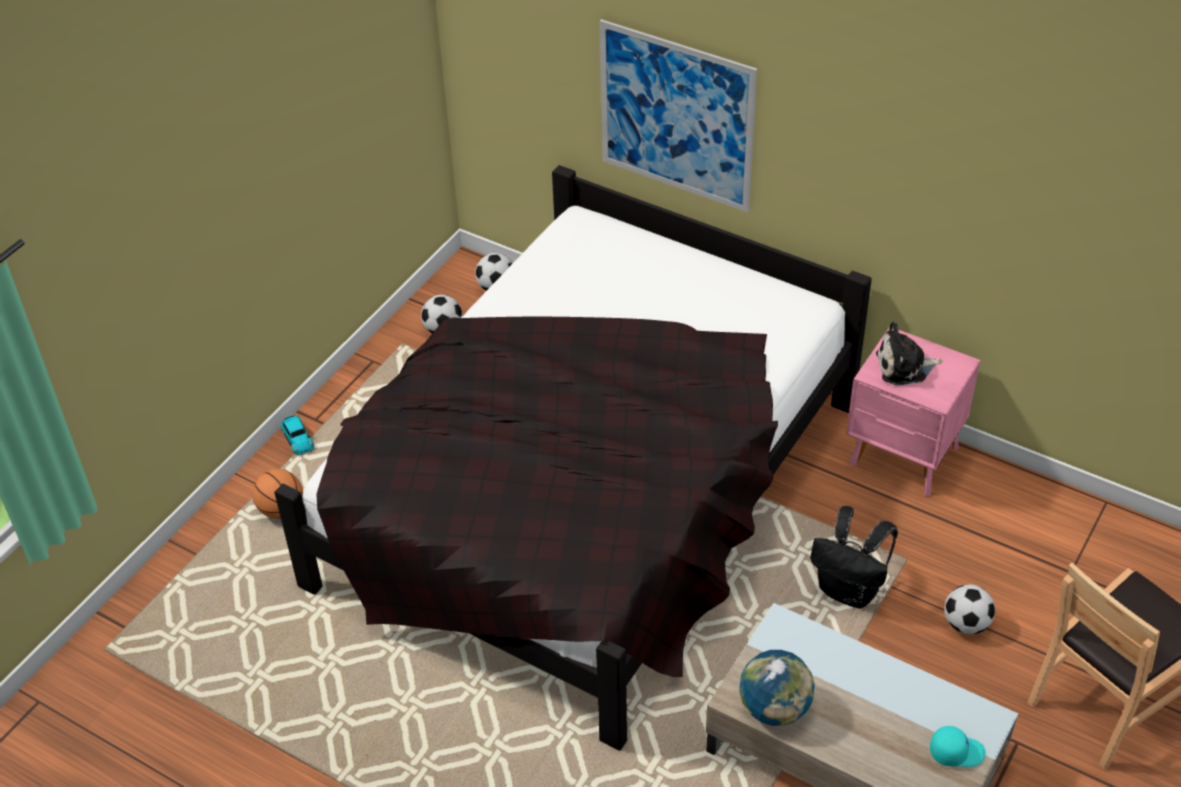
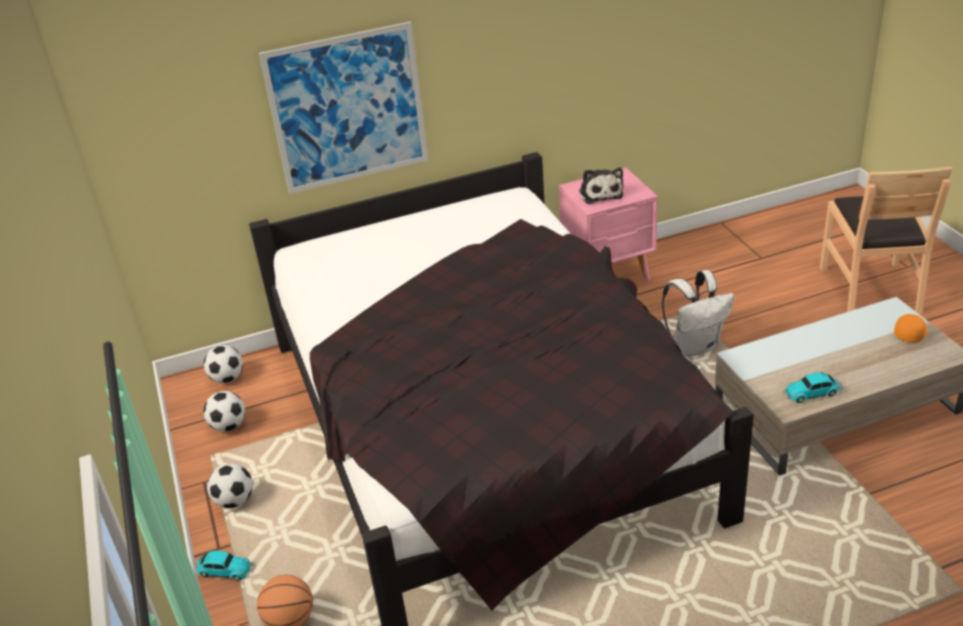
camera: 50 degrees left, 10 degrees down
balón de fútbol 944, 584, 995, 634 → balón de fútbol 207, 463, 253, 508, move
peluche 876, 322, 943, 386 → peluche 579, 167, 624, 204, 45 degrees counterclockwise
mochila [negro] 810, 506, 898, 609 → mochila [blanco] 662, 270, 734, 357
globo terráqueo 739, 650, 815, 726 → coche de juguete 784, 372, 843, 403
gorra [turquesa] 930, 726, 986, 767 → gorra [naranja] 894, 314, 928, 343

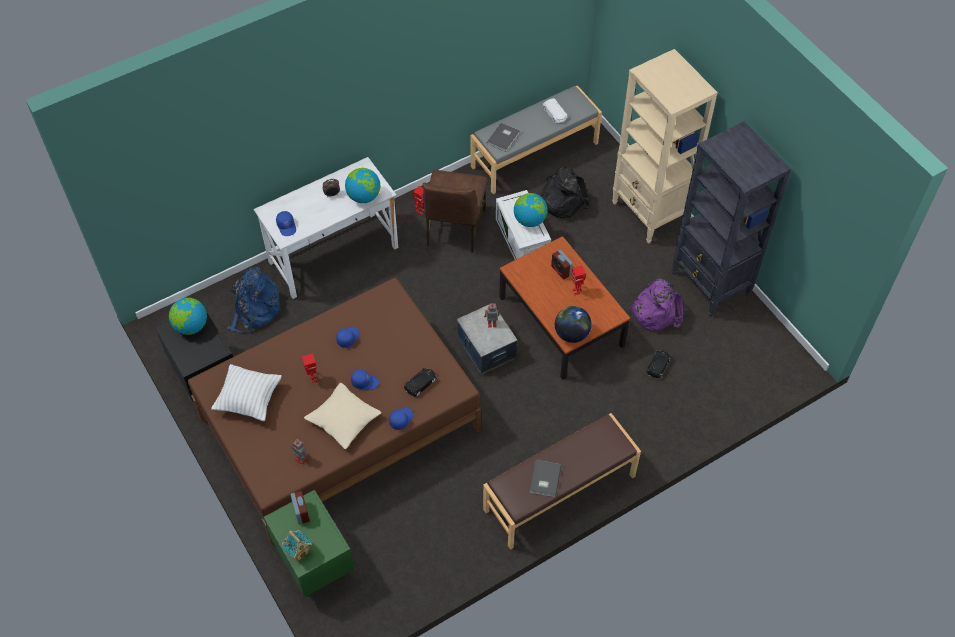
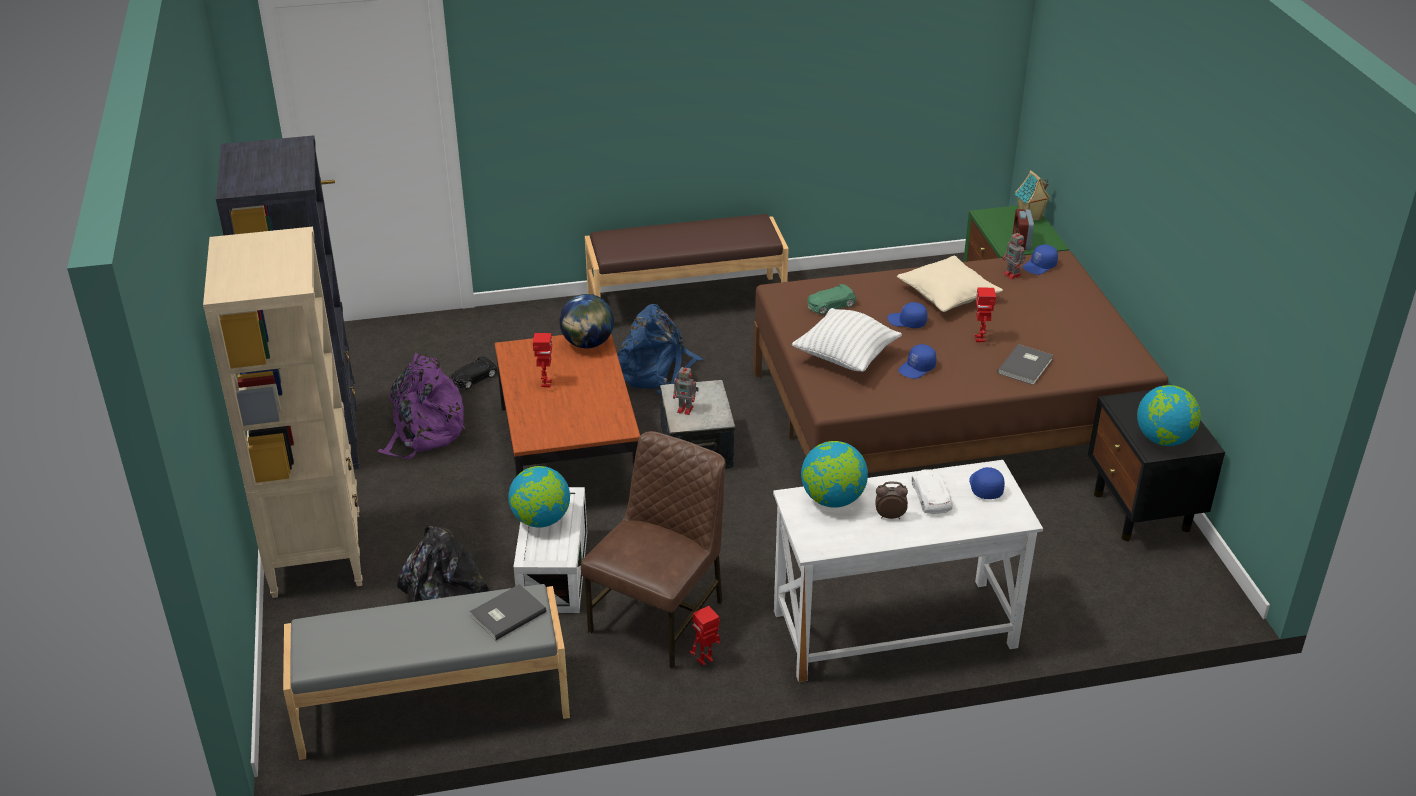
camera: 160 degrees left, 20 degrees down
mochila [azul] 227, 267, 281, 334 → mochila [azul] 617, 304, 703, 395, move
cojín [blanco] 211, 364, 282, 421 → cojín [blanco] 792, 308, 902, 372, move
coche de juguete [negro] 404, 368, 437, 397 → coche de juguete [verde] 807, 284, 856, 315
coche de juguete [blanco] 543, 98, 567, 123 → coche de juguete [blanco] 912, 469, 953, 514, move
libro [gris] 529, 460, 561, 497 → libro [gris] 997, 344, 1053, 385, move
gorra [azul] 389, 407, 413, 430 → gorra [azul] 1023, 245, 1058, 275, move
despertador 551, 250, 573, 279 → -

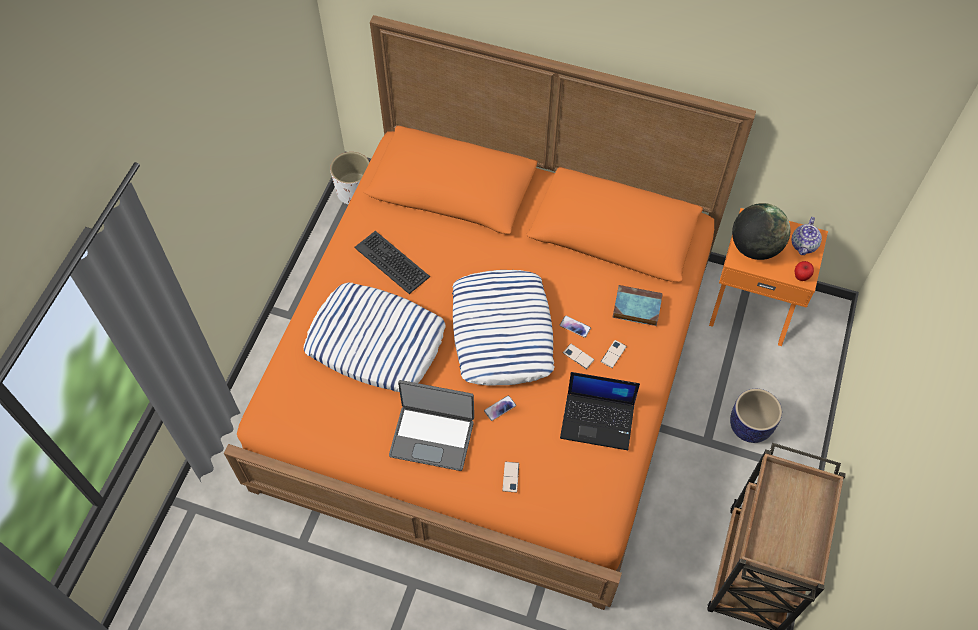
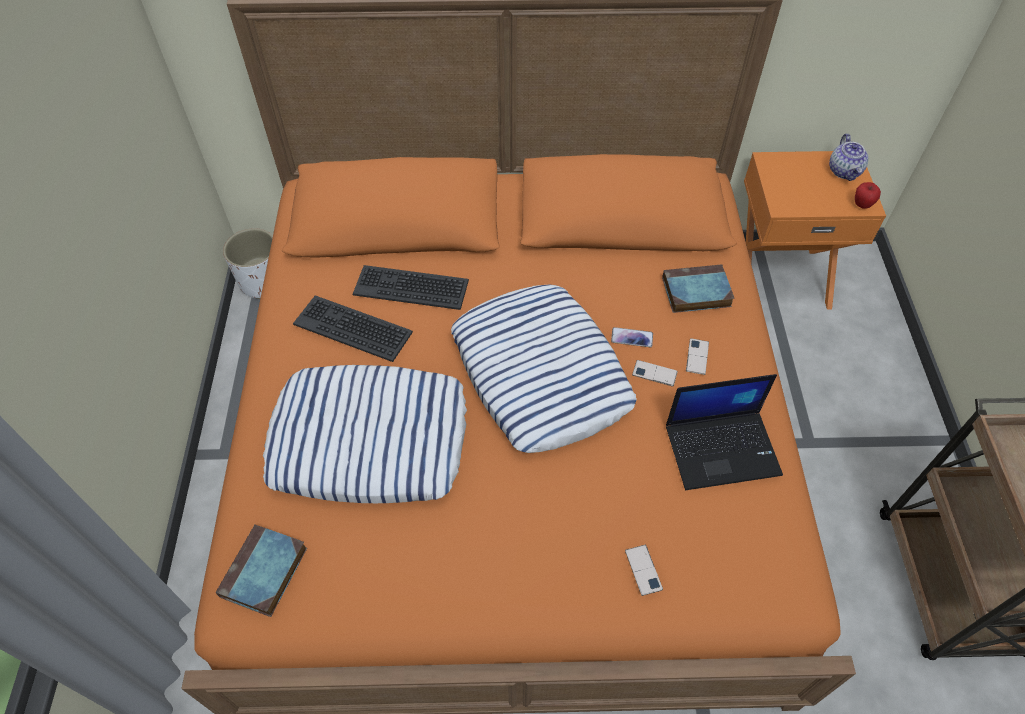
camera: 20 degrees left, 5 degrees down
- → libro 215, 524, 307, 617
- → teclado 352, 265, 469, 310
portátil 389, 380, 474, 471 → -
móvil 484, 395, 516, 421 → -
maceta 730, 389, 782, 443 → -
globo terráqueo 732, 203, 790, 260 → -

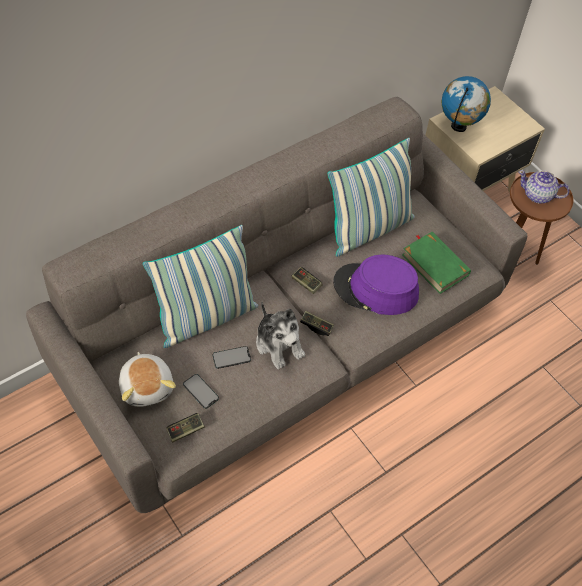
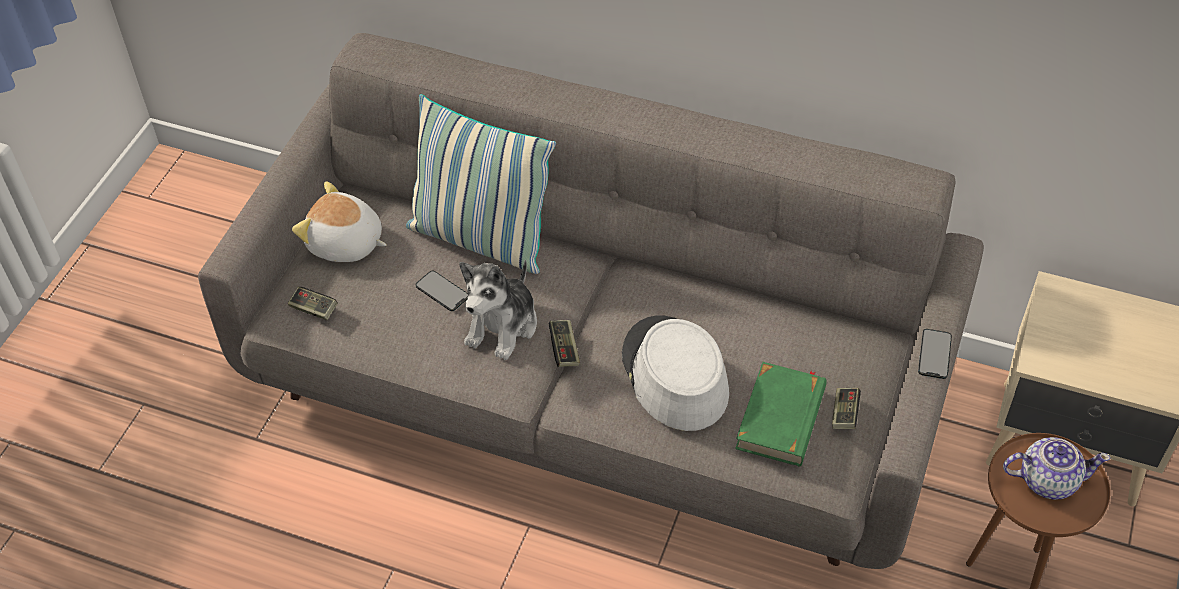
camera: 60 degrees right, 5 degrees down
peluche 119, 352, 176, 407 → peluche 292, 181, 387, 262, 75 degrees clockwise
sombrero [morado] 333, 255, 419, 315 → sombrero [gris] 622, 316, 729, 431
mando de consola 292, 267, 323, 294 → mando de consola 832, 388, 861, 429, move
móvil 183, 374, 219, 409 → móvil 918, 329, 952, 379, move
tetera 518, 170, 570, 203 → tetera 1003, 437, 1110, 500, 105 degrees clockwise
cojín 327, 138, 415, 257 → -
globo terráqueo 442, 76, 491, 132 → -

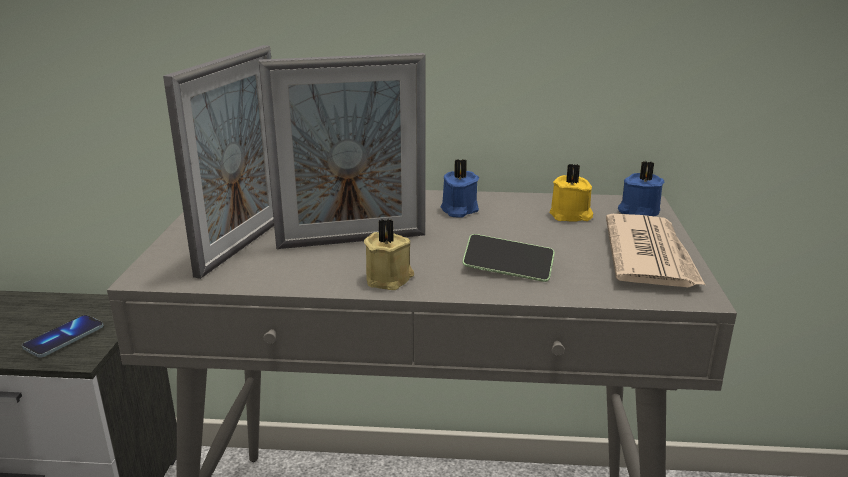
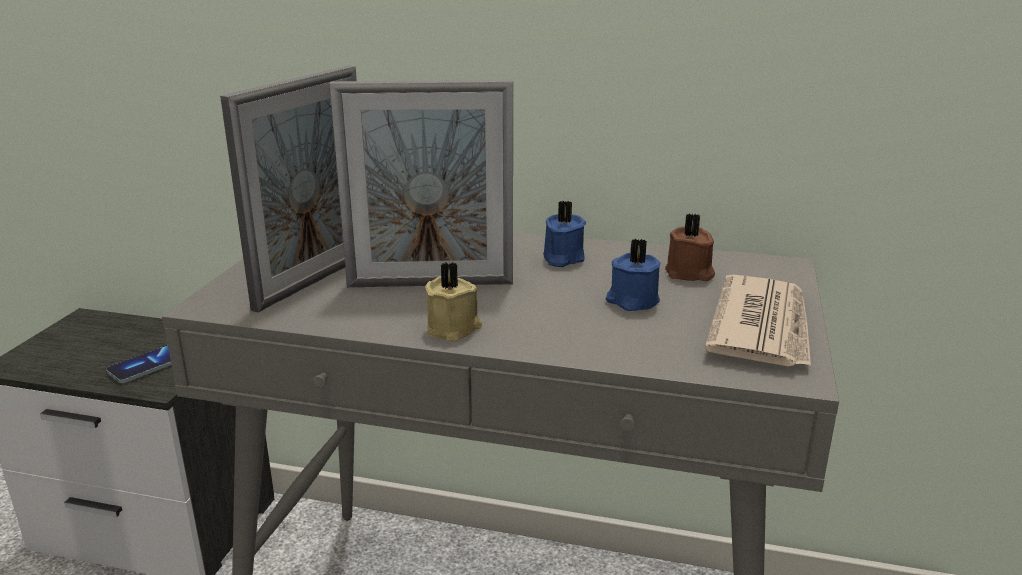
camera: 10 degrees right, 0 degrees up
vela [azul] 618, 161, 664, 216 → vela [azul] 606, 239, 661, 311, move
vela [amarillo] 549, 164, 593, 222 → vela [marrón] 665, 214, 715, 281
móvil 462, 234, 555, 282 → -

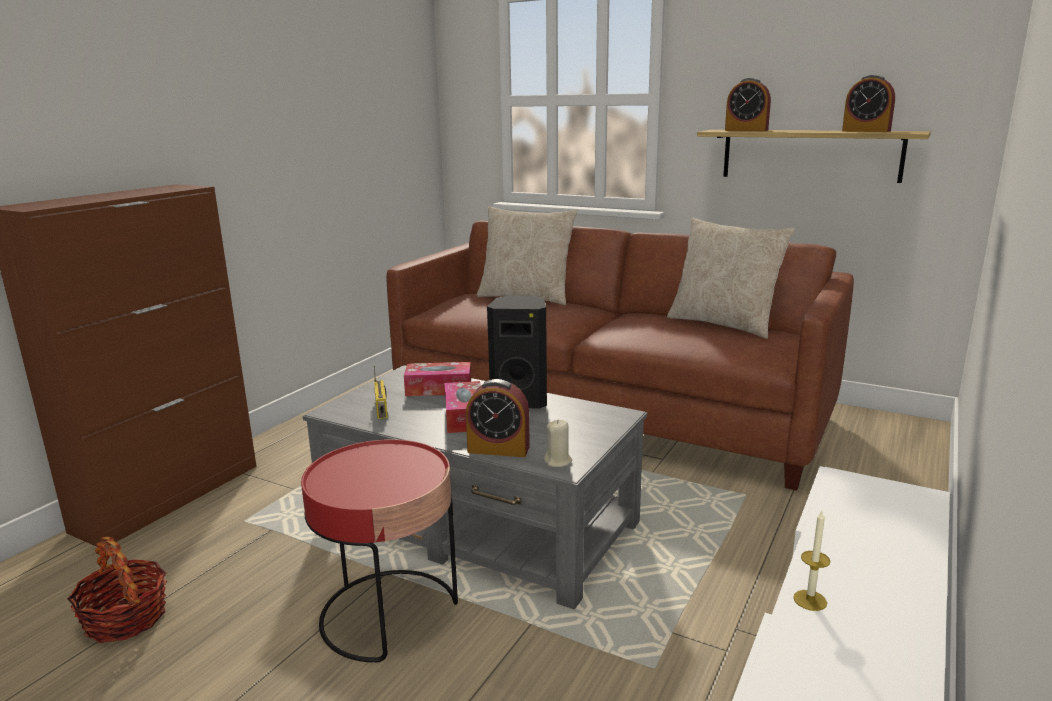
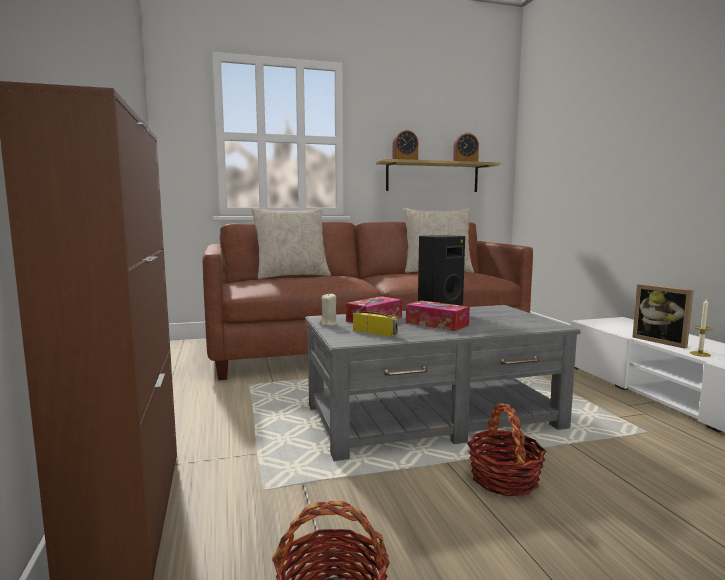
camera: 45 degrees left, 10 degrees down
vela [beis] 544, 420, 572, 467 → vela [beis] 319, 293, 338, 326, move
mesa auxiliar [rojo] 301, 439, 458, 663 → cesta 467, 403, 546, 496
- → portarretratos 632, 284, 694, 349
despertador 466, 379, 530, 457 → -

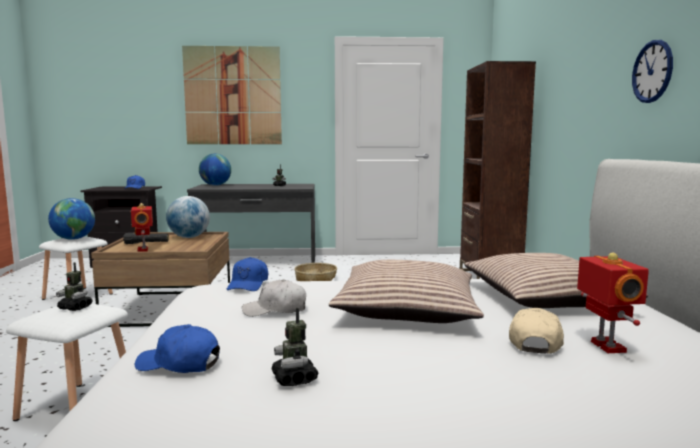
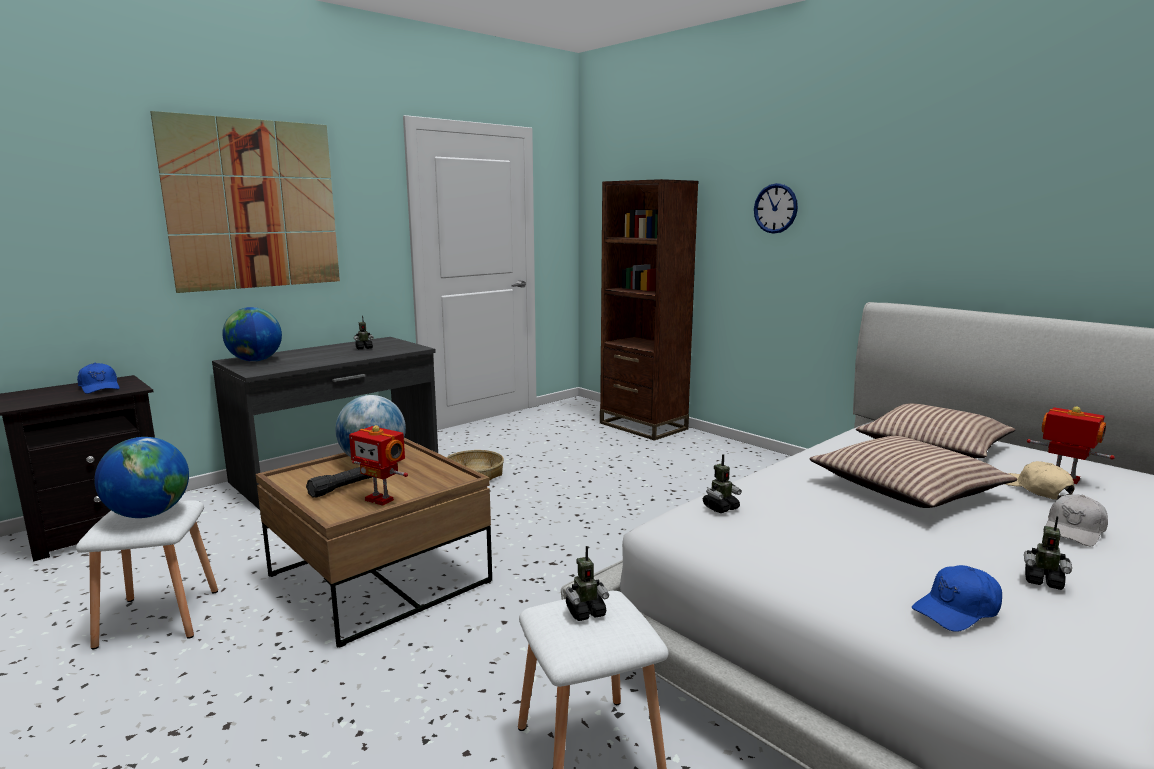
camera: 40 degrees left, 5 degrees up
gorra [azul] 226, 257, 268, 291 → robot de juguete 703, 454, 742, 513
reloj de pared 632, 40, 673, 103 → reloj de pared 754, 183, 798, 234, move
gorra [blanco] 242, 279, 306, 317 → gorra [blanco] 1043, 494, 1108, 547, move

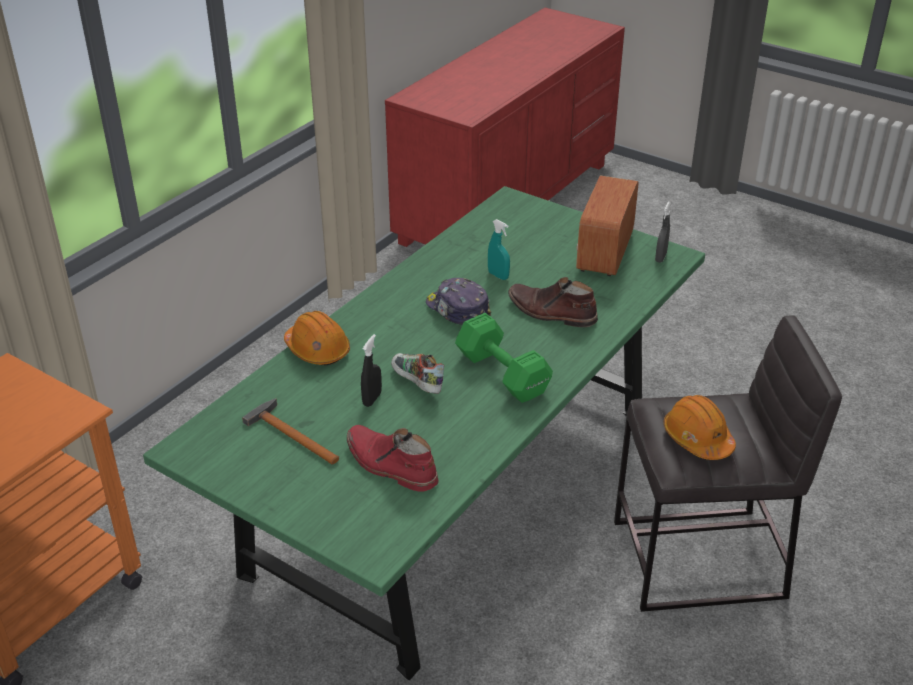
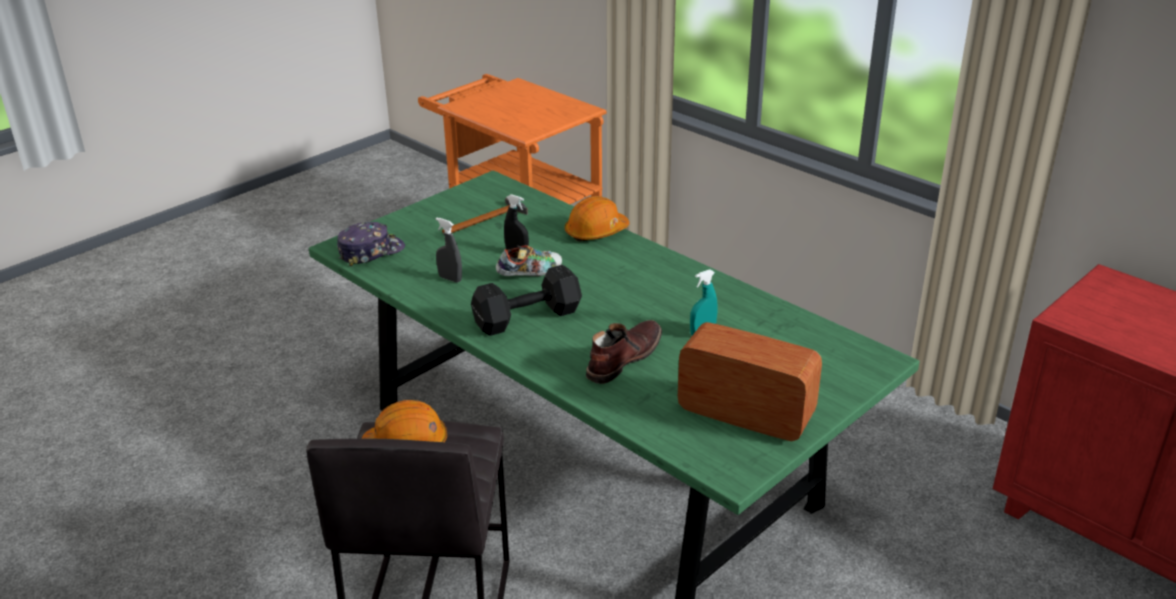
camera: 100 degrees right, 5 degrees down
gorra 426, 278, 491, 325 → gorra 337, 222, 405, 266, move
pulverizador [gris] 655, 202, 671, 262 → pulverizador [gris] 436, 218, 462, 283, move
mancuerna [verde] 455, 313, 553, 403 → mancuerna [negro] 471, 265, 582, 336
bota [rojo] 347, 425, 439, 491 → -

